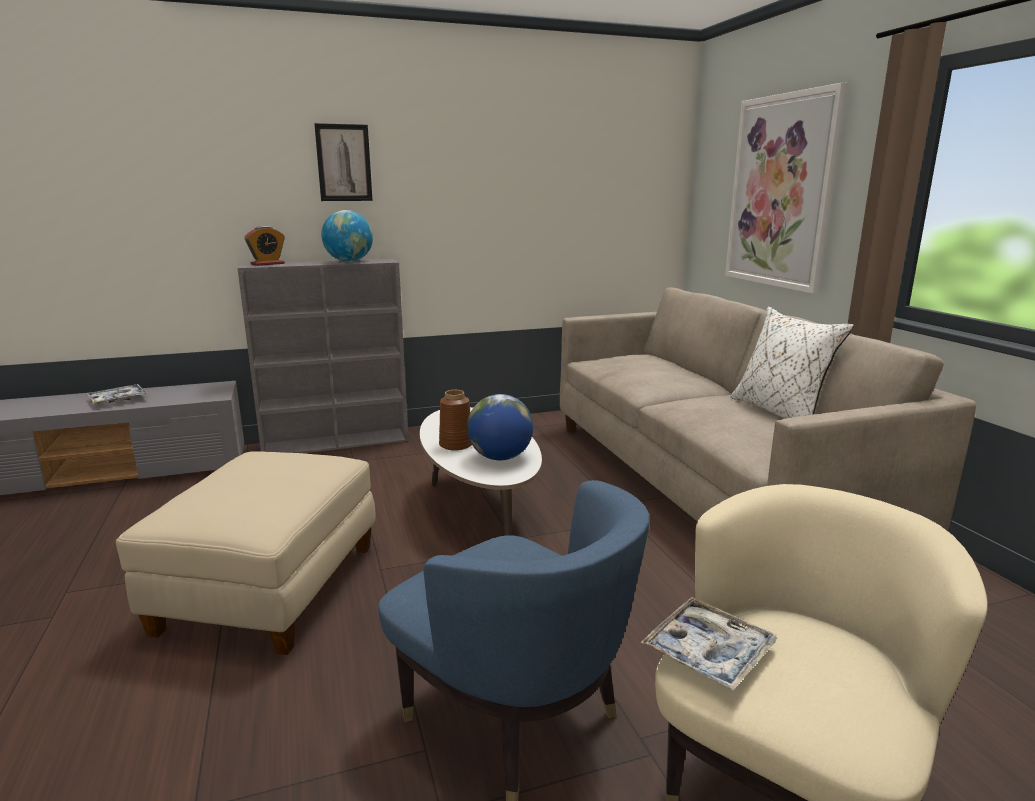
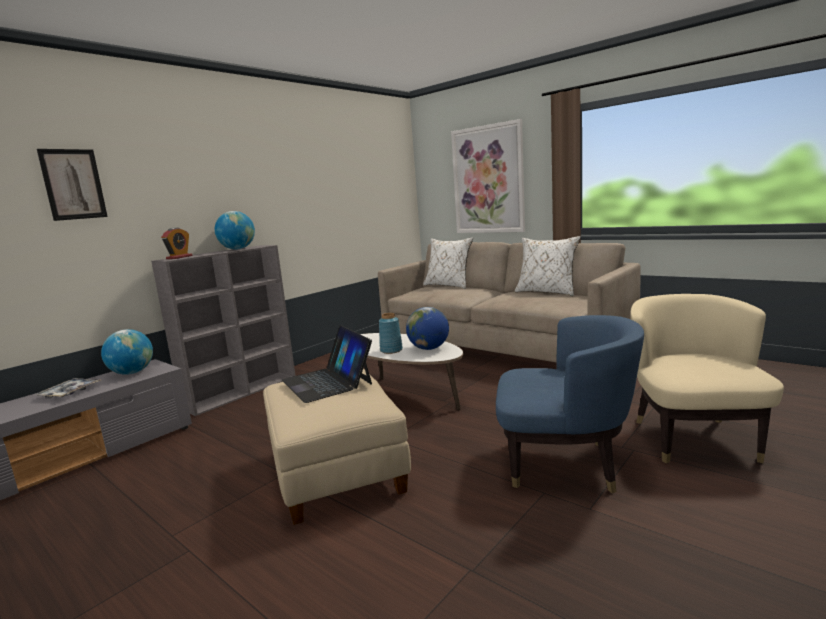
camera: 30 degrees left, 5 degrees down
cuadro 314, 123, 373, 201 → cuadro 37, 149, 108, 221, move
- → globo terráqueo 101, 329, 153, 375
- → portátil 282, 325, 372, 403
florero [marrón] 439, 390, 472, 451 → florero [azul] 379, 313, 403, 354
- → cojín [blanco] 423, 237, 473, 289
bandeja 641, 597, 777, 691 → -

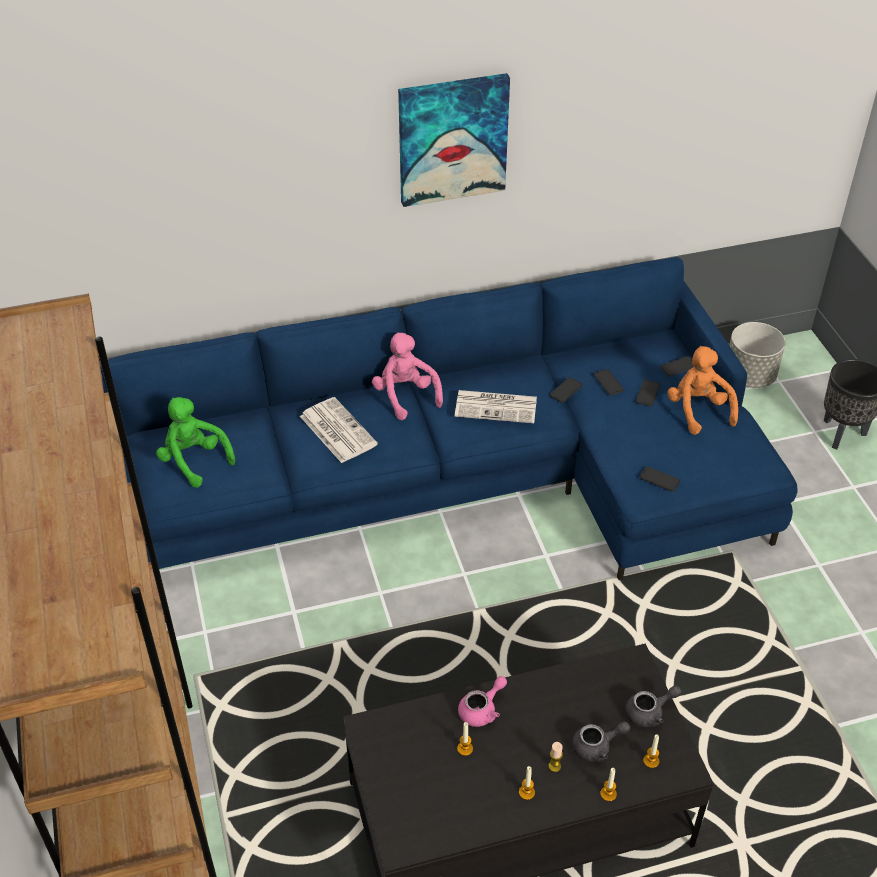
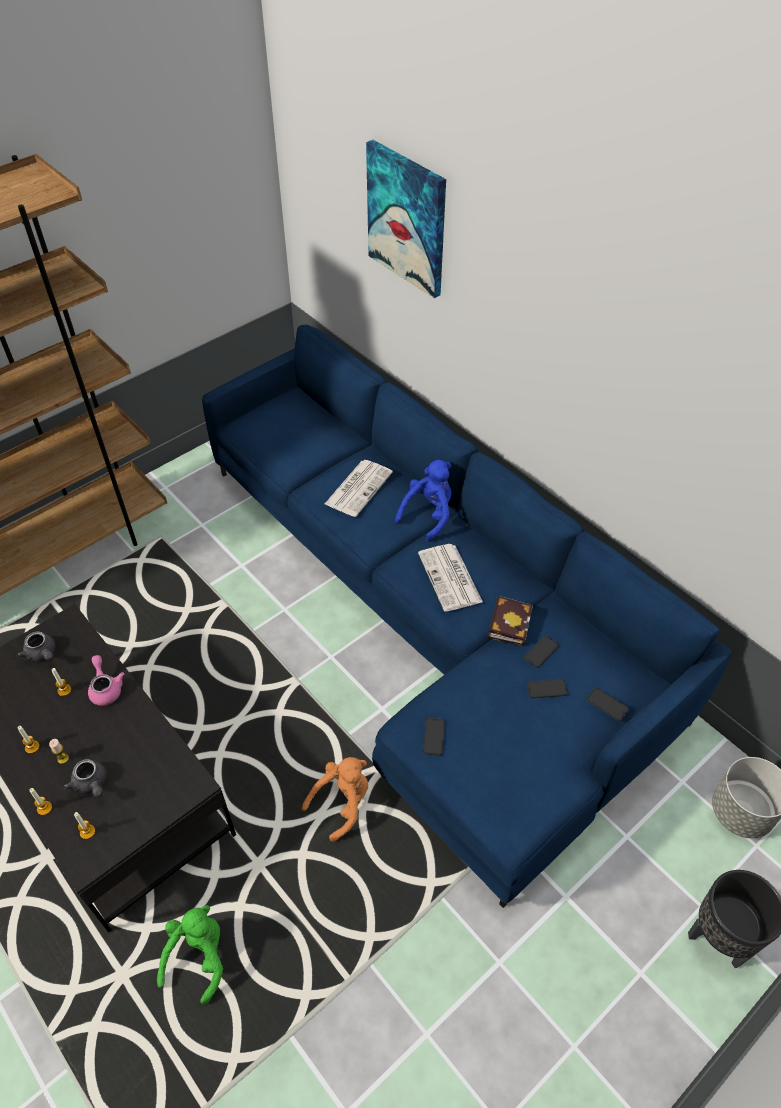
camera: 65 degrees right, 5 degrees up
tetera [gris] 625, 685, 681, 727 → tetera [gris] 17, 631, 55, 661, move
tetera [rosa] 458, 676, 507, 727 → tetera [rosa] 88, 655, 124, 706, 135 degrees counterclockwise
peluche [verde] 156, 397, 235, 488 → peluche [verde] 157, 905, 223, 1005, move
peluche [naranja] 667, 346, 738, 435 → peluche [naranja] 302, 757, 368, 842, move
cuadro 398, 73, 510, 207 → cuadro 366, 140, 446, 298, move
peluche [rosa] 372, 332, 443, 420 → peluche [azul] 395, 460, 451, 542
móvil 550, 377, 583, 403 → libro 488, 596, 533, 646

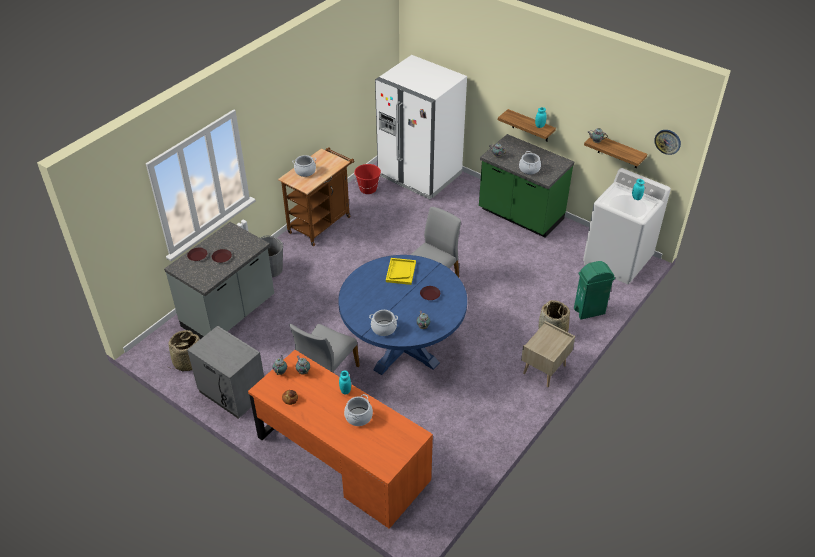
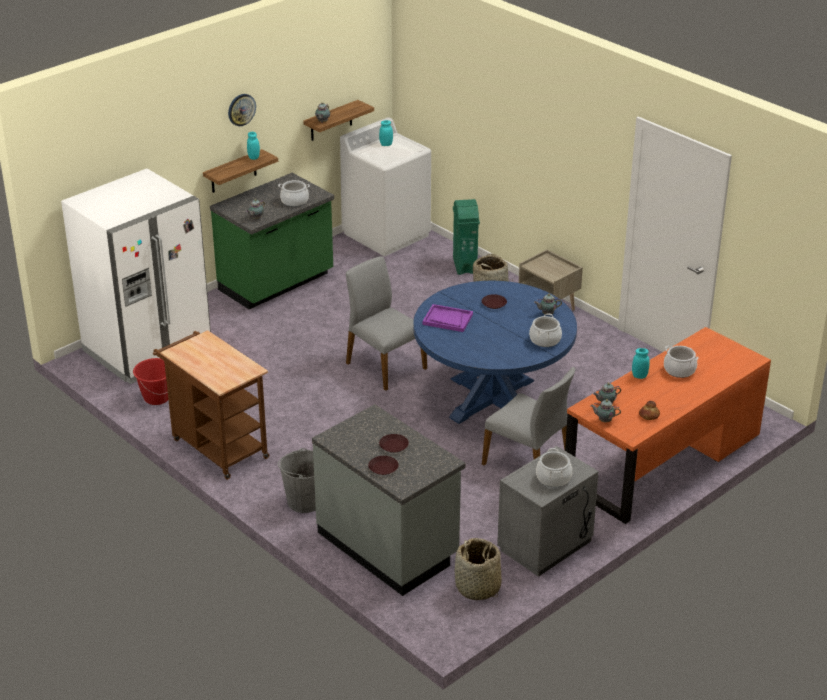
camera: 80 degrees left, 10 degrees down
reloj de pared 654, 130, 681, 155 → reloj de pared 228, 94, 256, 126, move
bandeja [amarillo] 386, 258, 416, 285 → bandeja [morado] 422, 304, 473, 332
olla 292, 155, 316, 177 → olla 536, 448, 572, 487, move

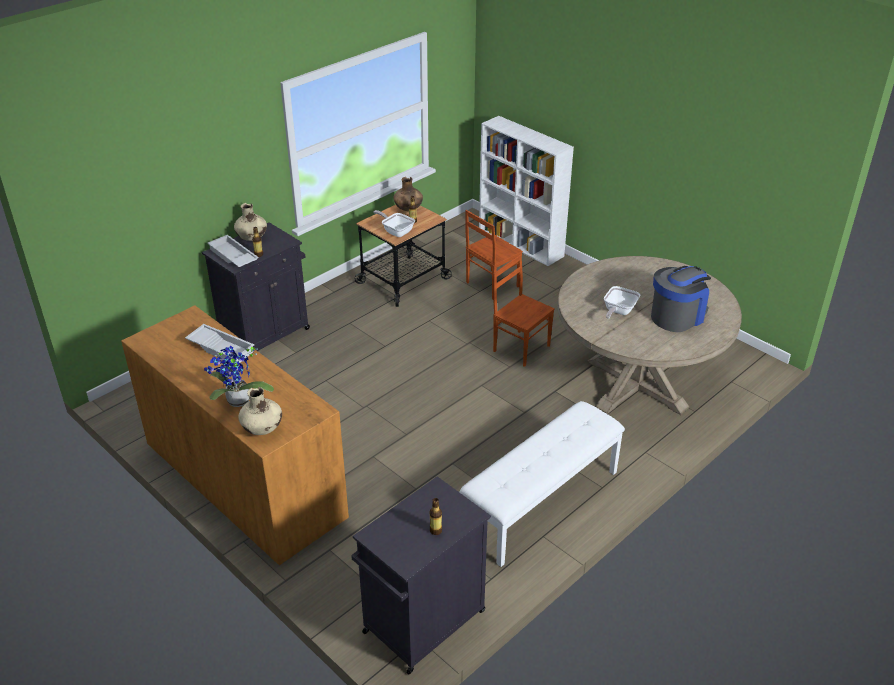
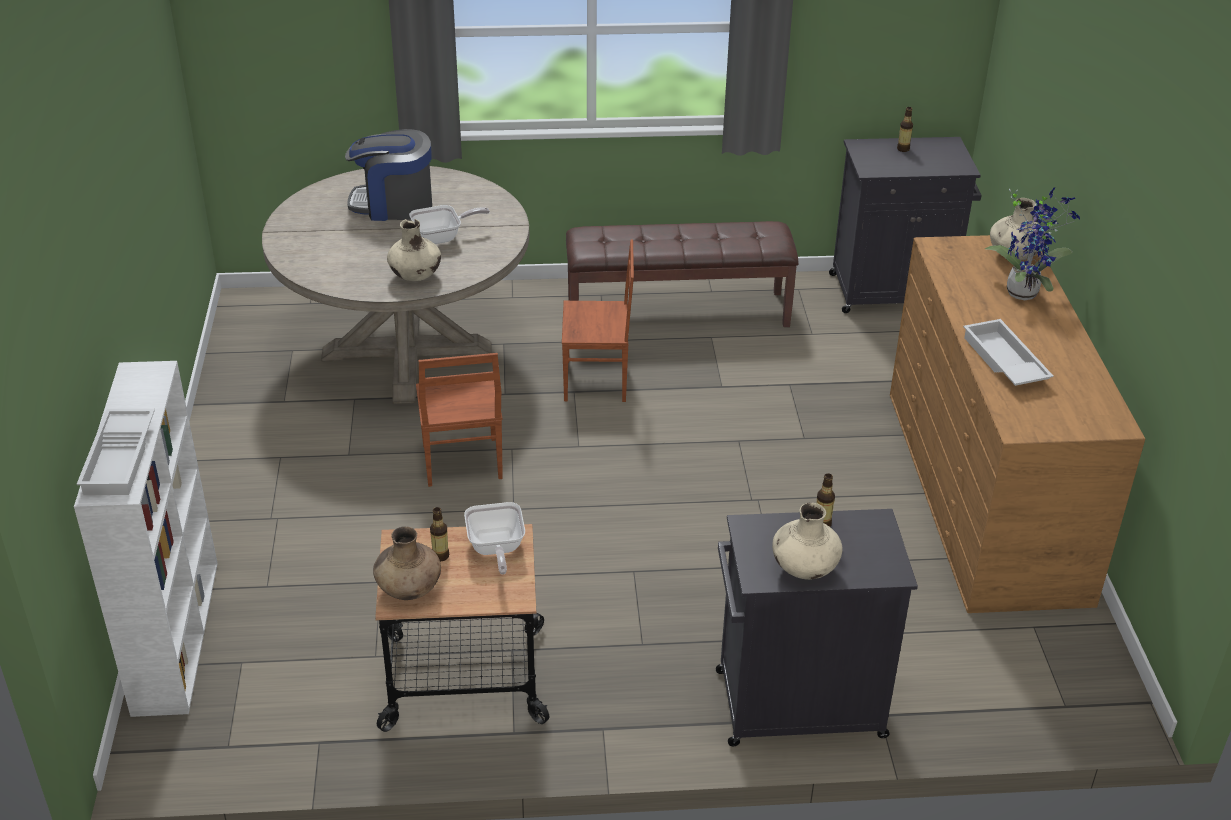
camera: 140 degrees left, 0 degrees up
bandeja [blanco] 207, 235, 259, 267 → bandeja [blanco] 77, 409, 155, 495, move
- → florero [beis] 387, 219, 441, 281
silla [marrón] 465, 210, 523, 300 → silla [marrón] 562, 239, 634, 402, move
banco [blanco] 459, 401, 625, 567 → banco [marrón] 566, 221, 799, 327

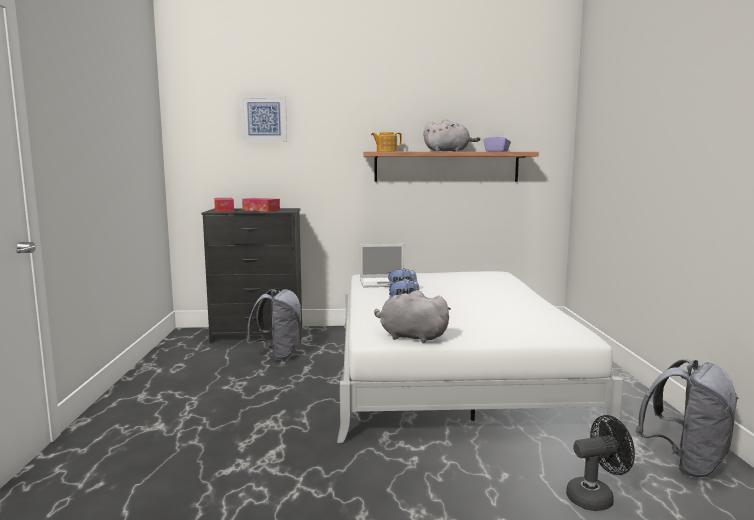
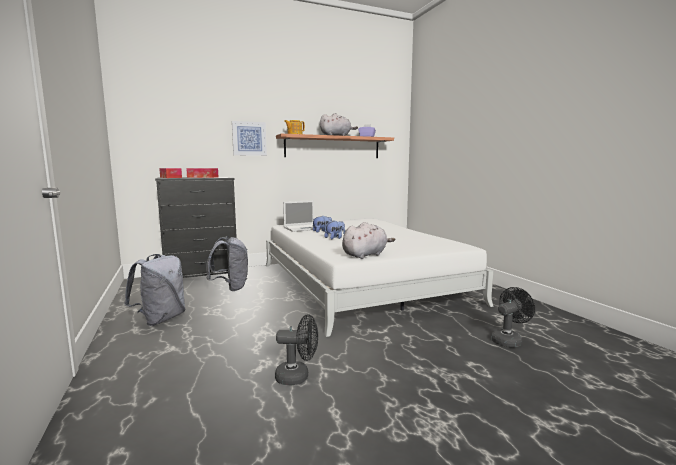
camera: 20 degrees left, 0 degrees up
mochila [gris] 636, 359, 739, 478 → mochila [gris] 124, 254, 186, 326, move
cuadro 240, 95, 287, 141 → cuadro 232, 121, 267, 156, move
- → ventilador [negro] 275, 314, 318, 385
peluche [gris] 374, 290, 451, 343 → peluche [gris] 342, 222, 395, 259, 135 degrees clockwise

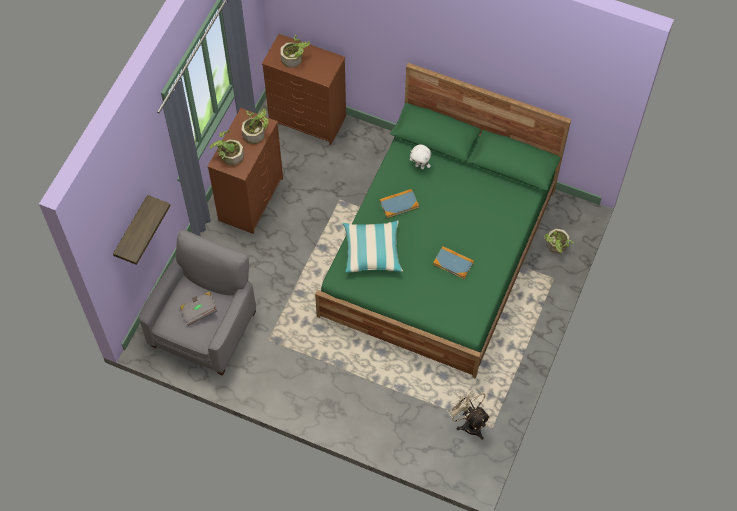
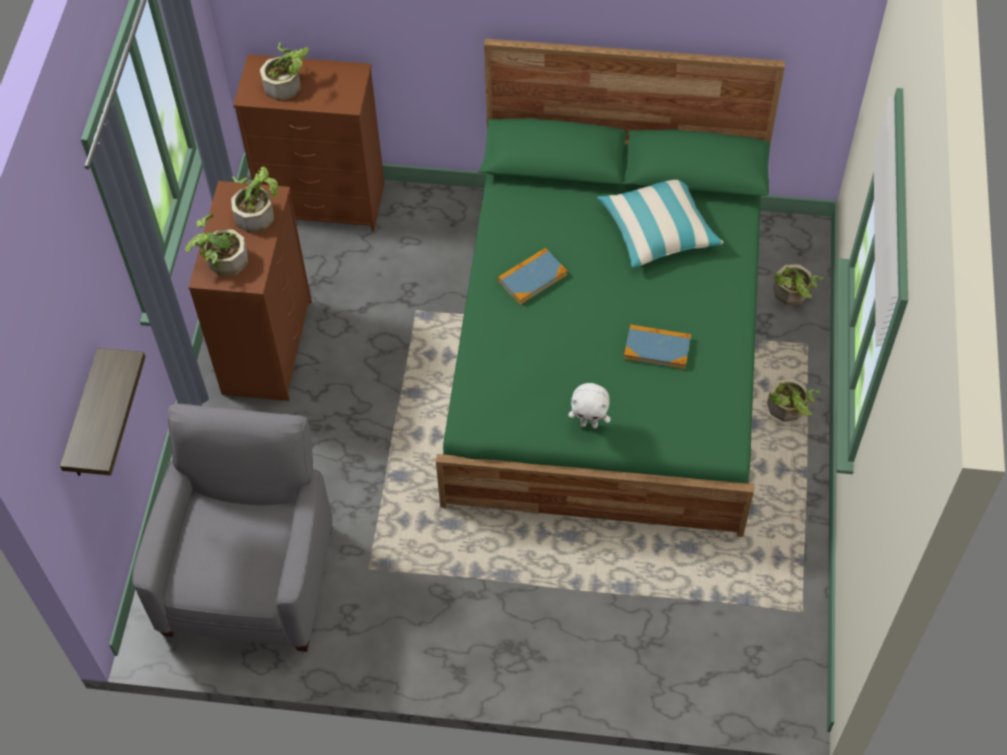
camera: 15 degrees left, 5 degrees down
peluche [blanco] 410, 144, 431, 169 → peluche [blanco] 568, 383, 610, 428, move
cojín 342, 221, 403, 273 → cojín 597, 180, 724, 268, move
- → planta en maceta 767, 378, 820, 422
libro [gris] 180, 291, 218, 326 → -
ventilador [beis] 447, 387, 490, 440 → -

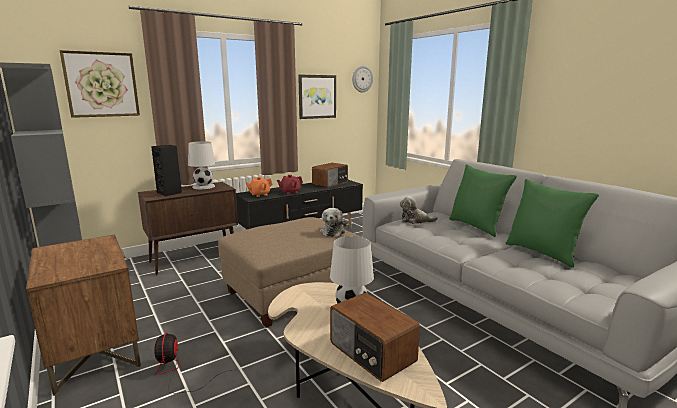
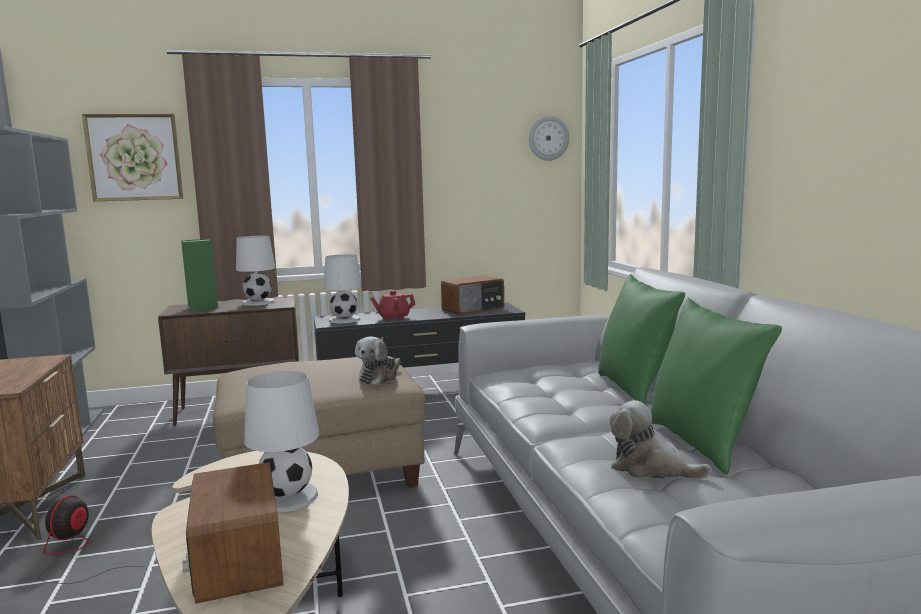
camera: 20 degrees right, 5 degrees down
altavoz [negro] 151, 145, 182, 197 → altavoz [verde] 181, 239, 218, 312
tetera [naranja] 246, 177, 272, 197 → lámpara de mesa [blanco] 324, 254, 362, 323
peluche 400, 196, 438, 224 → peluche 610, 400, 712, 479, move
cuadro 298, 74, 336, 119 → -

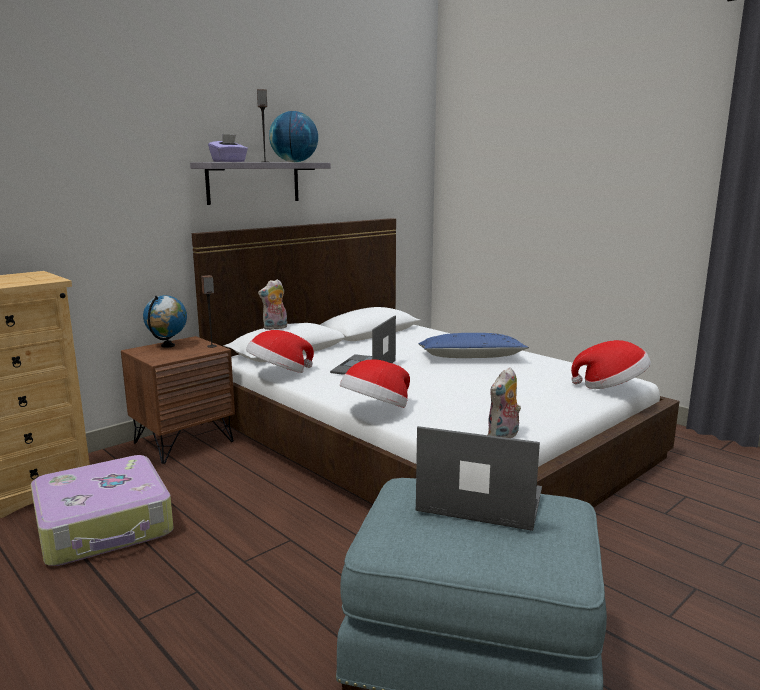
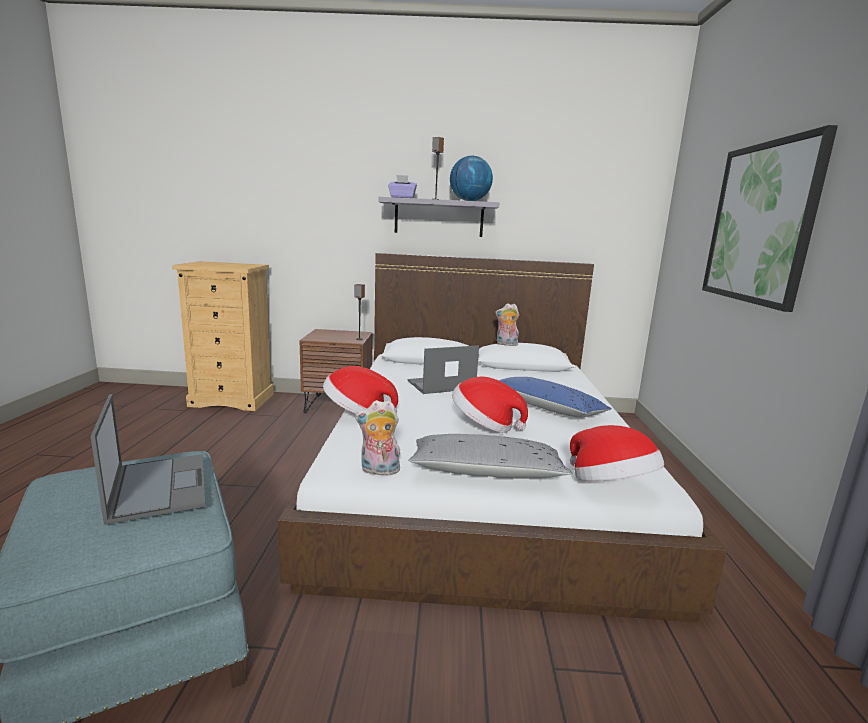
camera: 45 degrees right, 0 degrees up
- → cojín [gris] 408, 434, 572, 478
sombrero 246, 330, 314, 373 → sombrero 452, 376, 528, 433, move
peluche 258, 279, 287, 330 → peluche 495, 303, 519, 346, move
- → cuadro 702, 125, 838, 312
maleta 31, 455, 174, 566 → -
globo terráqueo 143, 295, 187, 348 → -

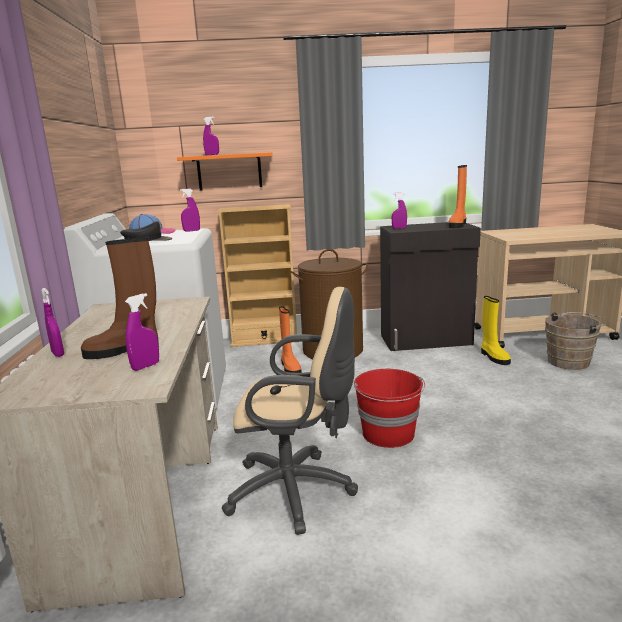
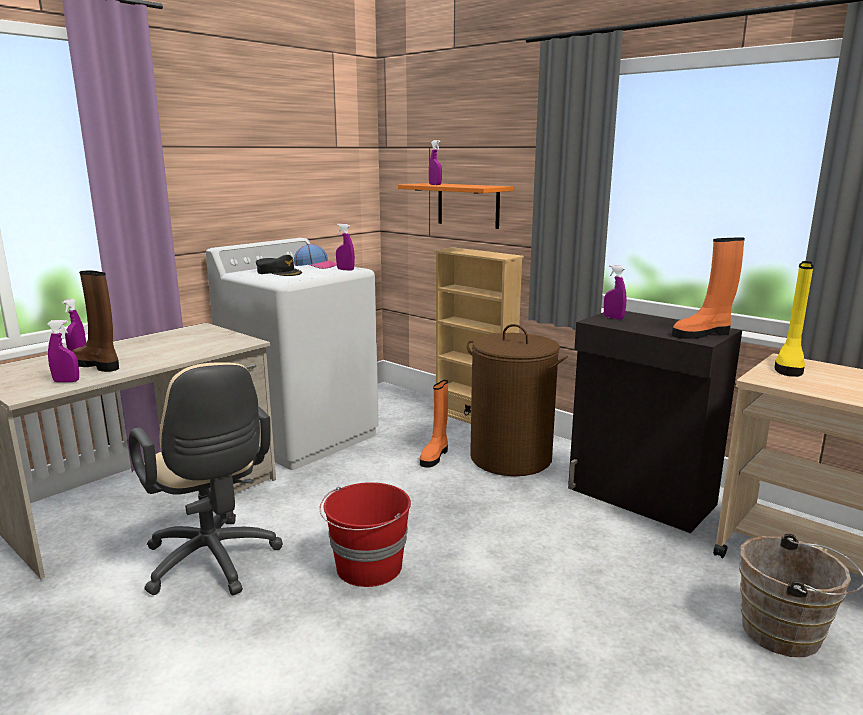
camera: 45 degrees right, 0 degrees up
bota [amarillo] 481, 296, 511, 365 → bota [amarillo] 774, 261, 814, 377, move

